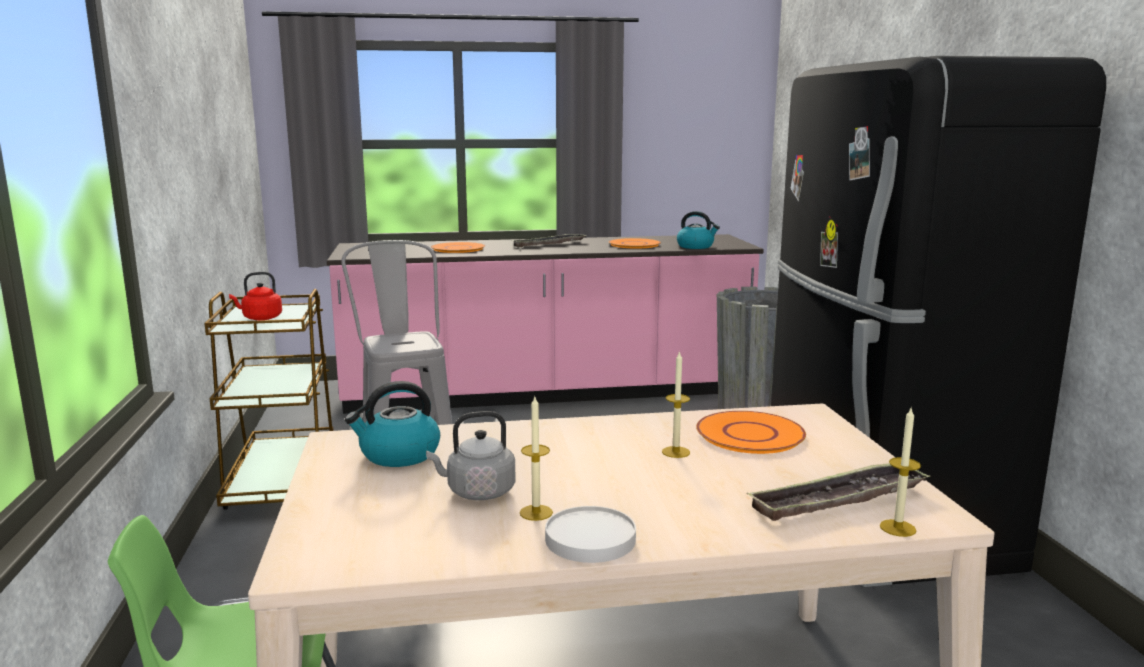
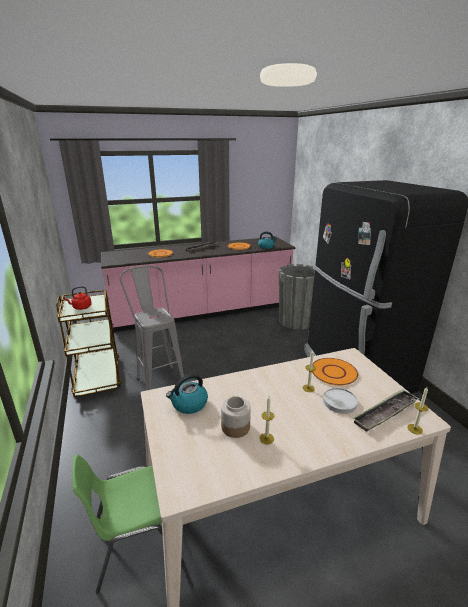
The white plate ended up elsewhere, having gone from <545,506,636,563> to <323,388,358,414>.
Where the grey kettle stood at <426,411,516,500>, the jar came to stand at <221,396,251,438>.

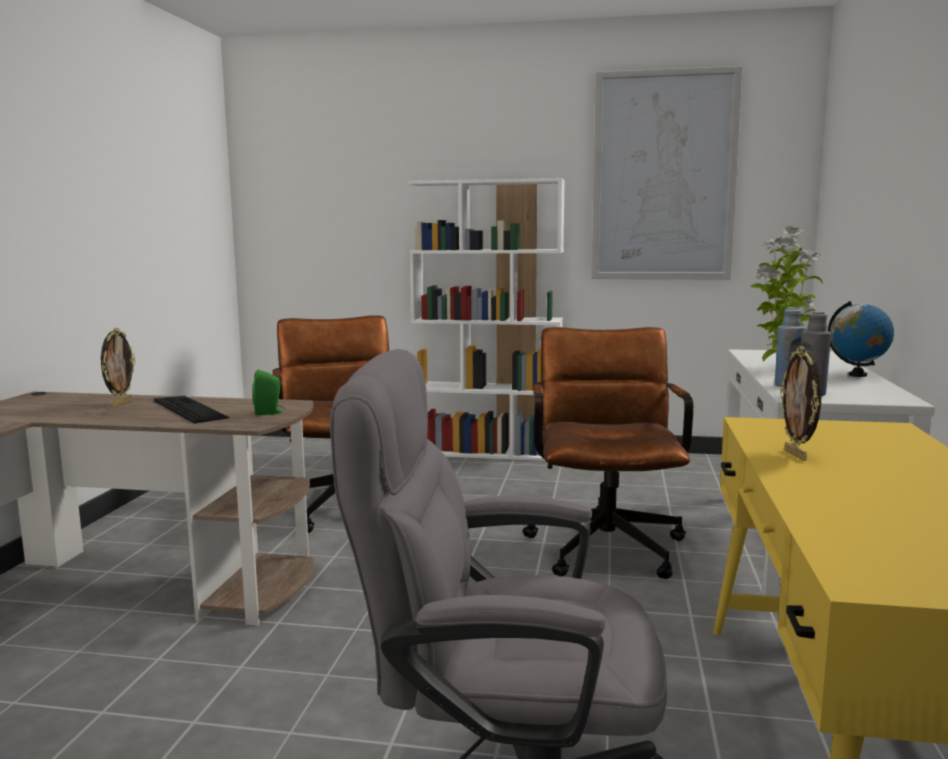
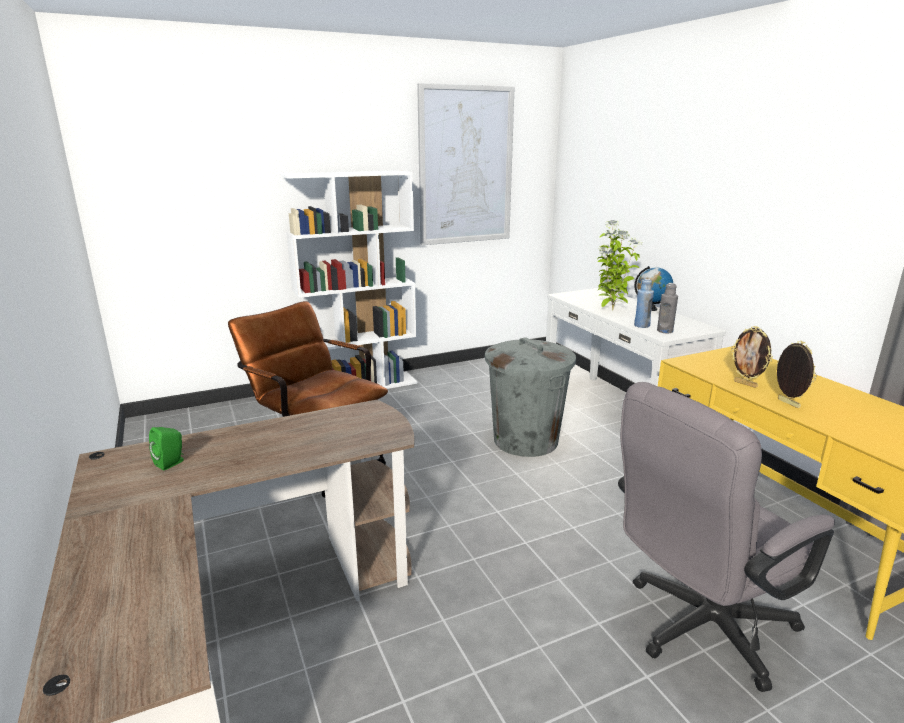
The second view lost the keyboard at <154,396,229,424>.
The picture frame ended up elsewhere, having gone from <101,328,136,407> to <777,341,817,408>.
The green speaker ended up elsewhere, having gone from <252,370,284,415> to <149,427,184,470>.
Where the brown office chair stood at <522,327,693,579>, the grey trash can came to stand at <485,337,576,457>.

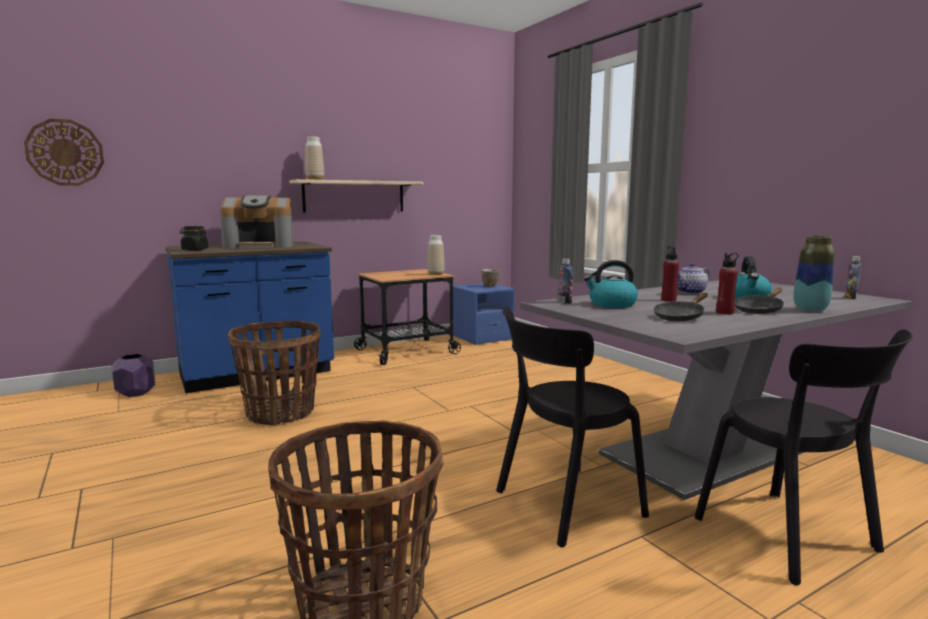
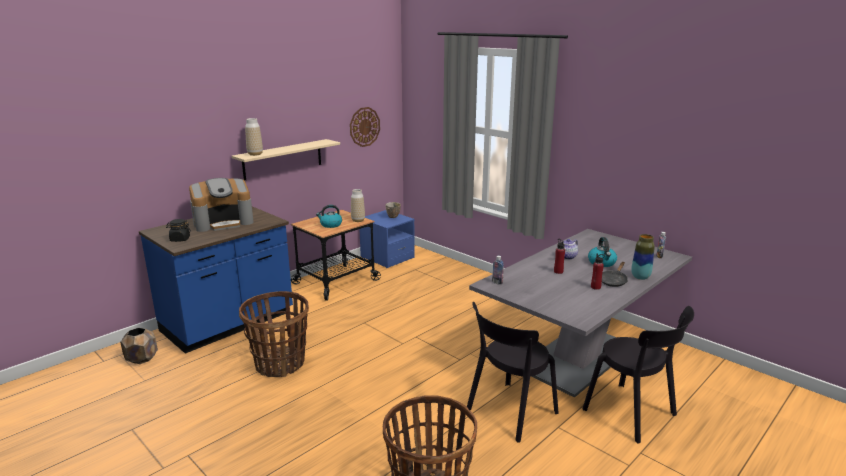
The second view lost the black frying pan at <654,293,708,321>.
The wall clock ended up elsewhere, having gone from <24,119,104,186> to <350,107,380,147>.
The kettle ended up elsewhere, having gone from <584,260,638,308> to <316,205,342,228>.
What was the purple planter at <111,354,155,397> turned into the brown planter at <120,328,158,364>.

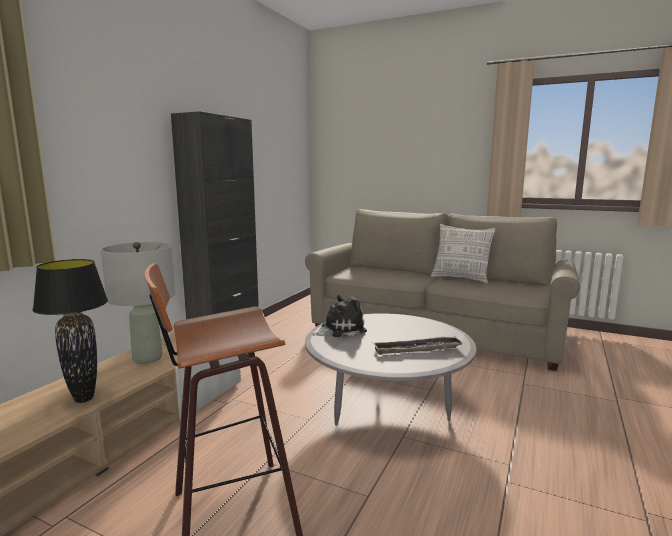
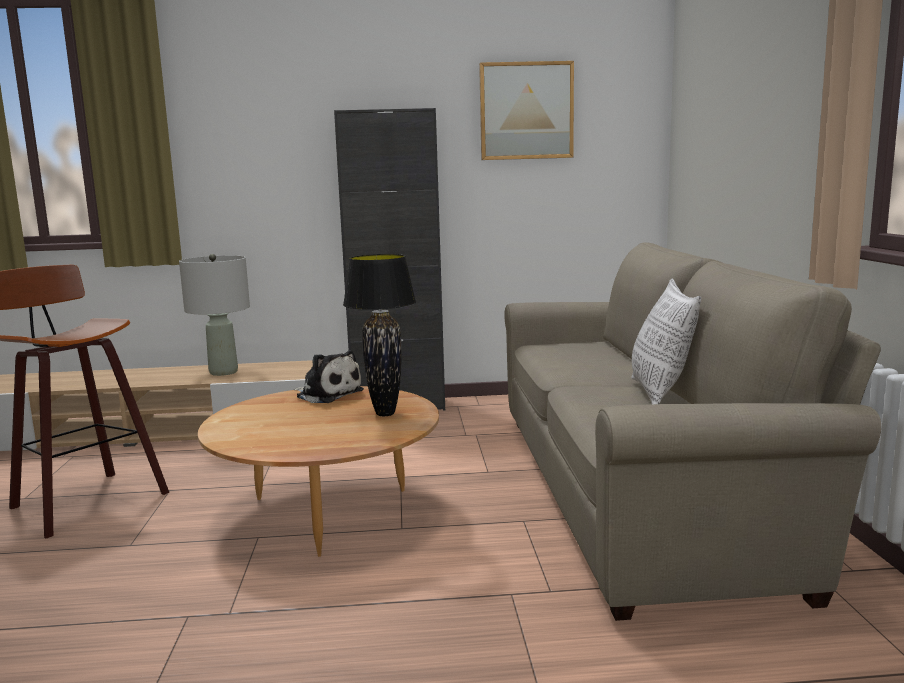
The second view lost the tray at <373,337,463,355>.
The second view gained the picture at <479,61,574,160>.
The black table lamp ended up elsewhere, having gone from <32,259,108,403> to <343,254,416,416>.
What was the grey coffee table at <305,313,476,426> turned into the brown coffee table at <198,386,439,557>.

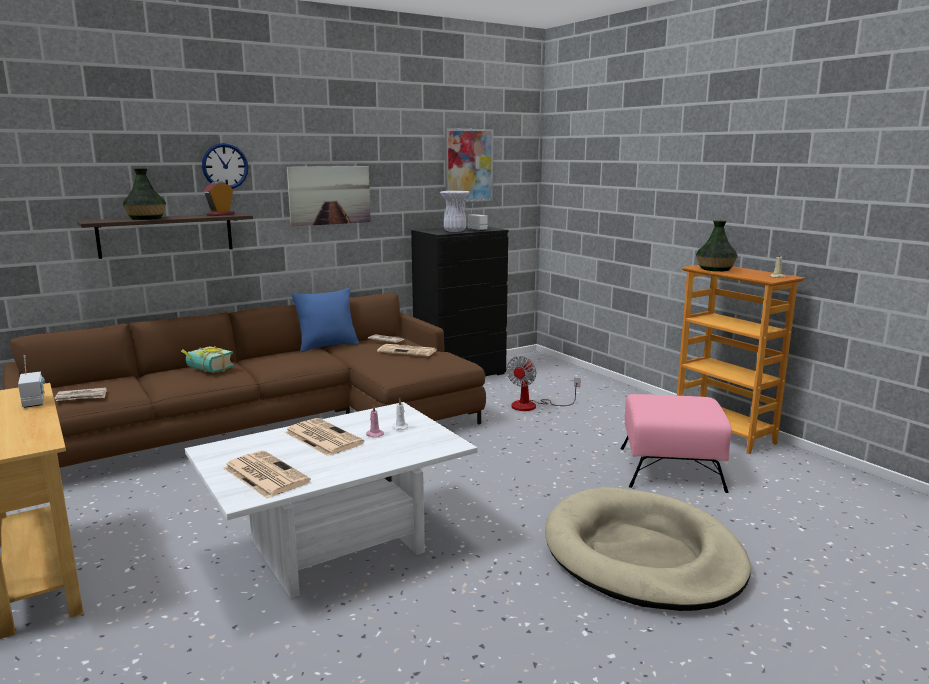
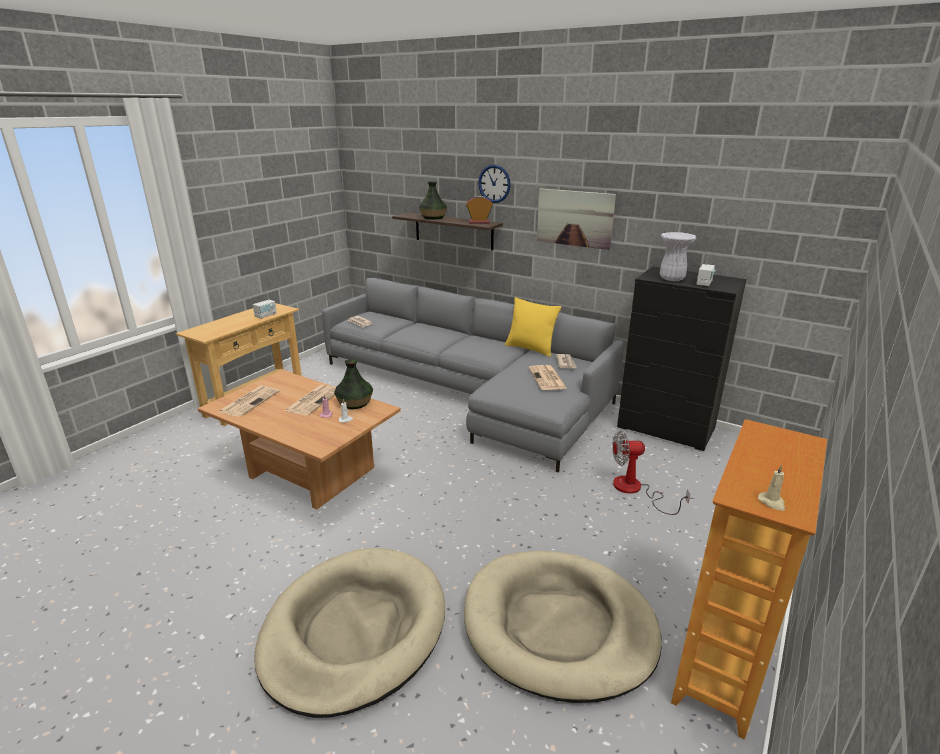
The second view lost the book at <181,346,234,373>.
The second view lost the picture at <445,128,493,202>.
The vase ended up elsewhere, having gone from <696,220,738,271> to <334,359,373,410>.
Where the pink ottoman stood at <621,394,732,493>, the beige dog bed came to stand at <464,551,662,703>.
What was the brown sofa at <2,293,486,468> turned into the grey sofa at <322,278,624,472>.
What was the white coffee table at <185,402,478,598> turned into the brown coffee table at <198,370,401,509>.
What was the blue pillow at <292,288,359,352> turned into the yellow pillow at <505,297,561,357>.

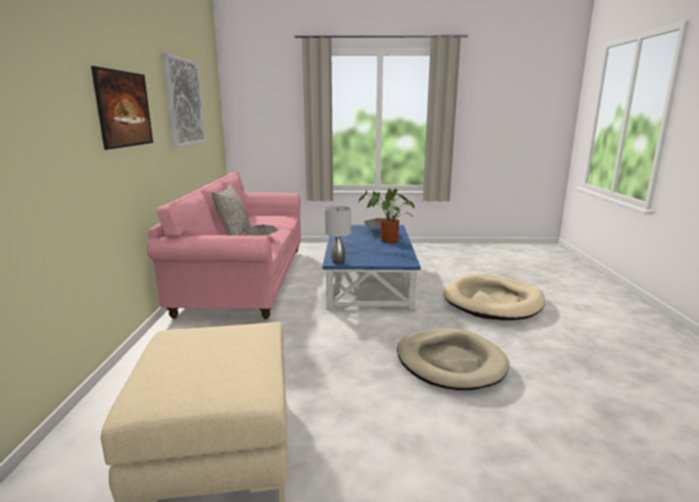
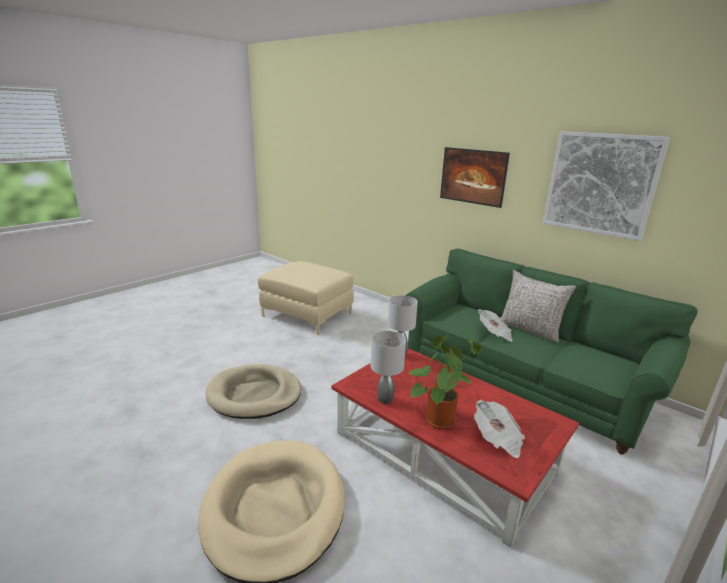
The second view gained the grey table lamp at <370,331,406,404>.
What was the pink sofa at <147,171,301,320> turned into the green sofa at <406,249,698,454>.
What was the blue coffee table at <322,225,421,311> turned into the red coffee table at <331,348,579,548>.

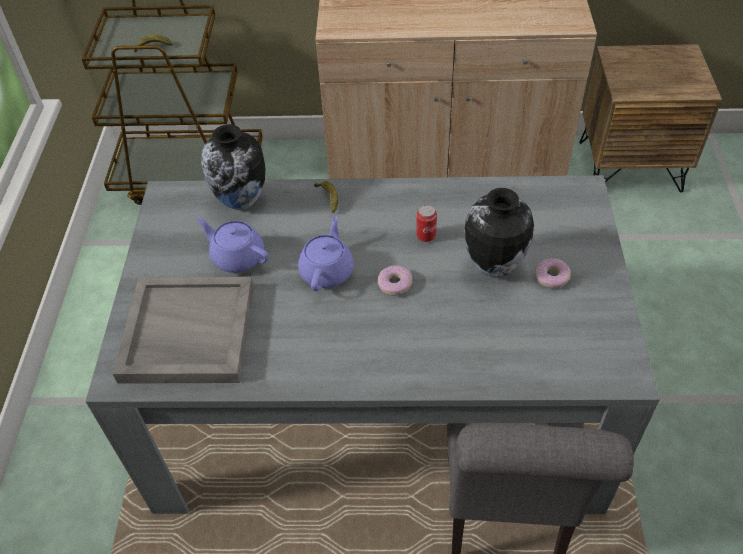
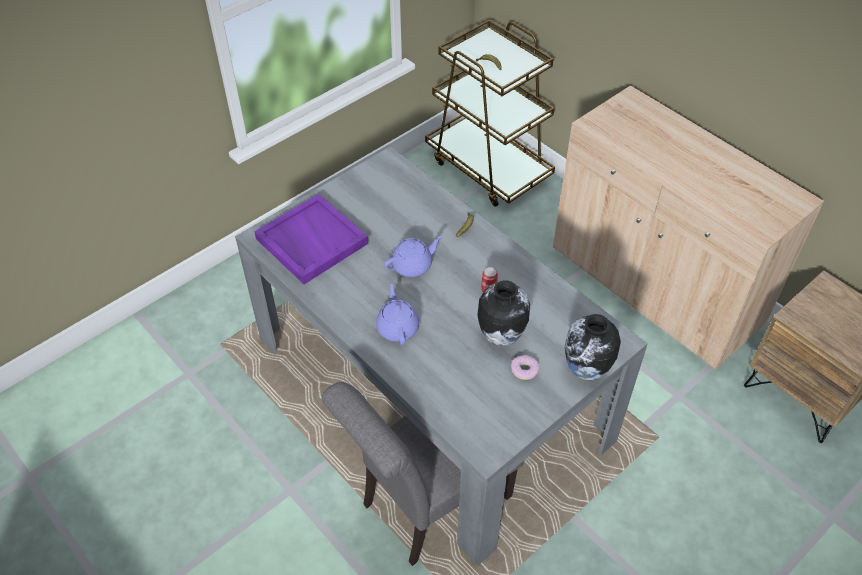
The second view lost the donut at <377,265,413,296>.
The purple teapot ended up elsewhere, having gone from <196,217,269,273> to <376,284,419,345>.
The vase ended up elsewhere, having gone from <201,124,265,210> to <565,314,621,380>.
What was the grey tray at <113,277,254,384> turned into the purple tray at <254,194,369,284>.

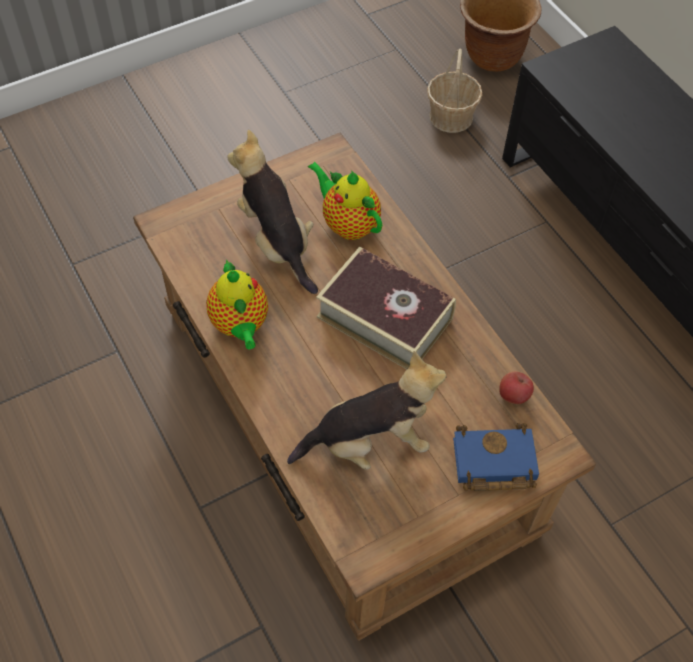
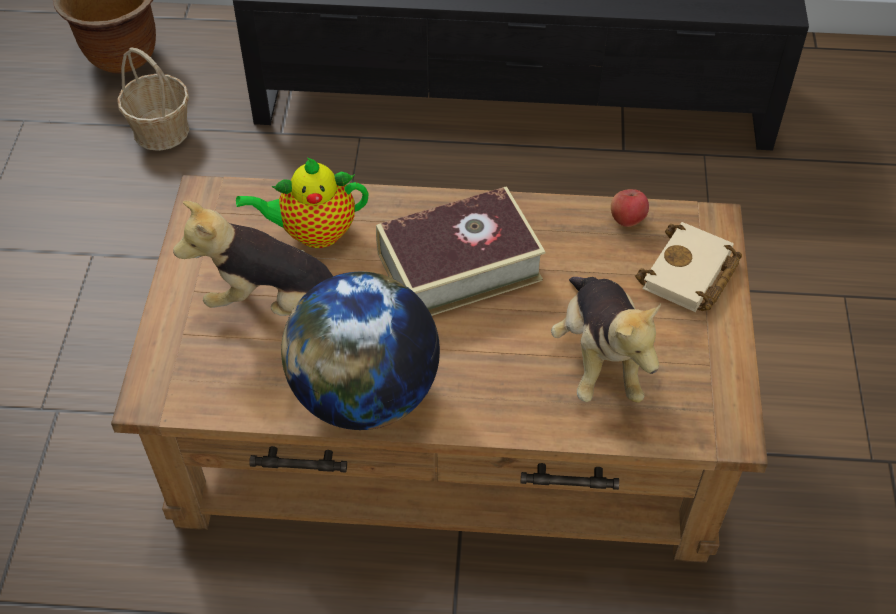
Where the teapot stood at <206,259,268,350>, the globe came to stand at <281,272,440,430>.
What was the blue book at <453,423,539,491> turned into the beige book at <635,222,742,312>.
The plush toy at <287,351,446,470> ended up facing another way, 150 degrees clockwise from before.

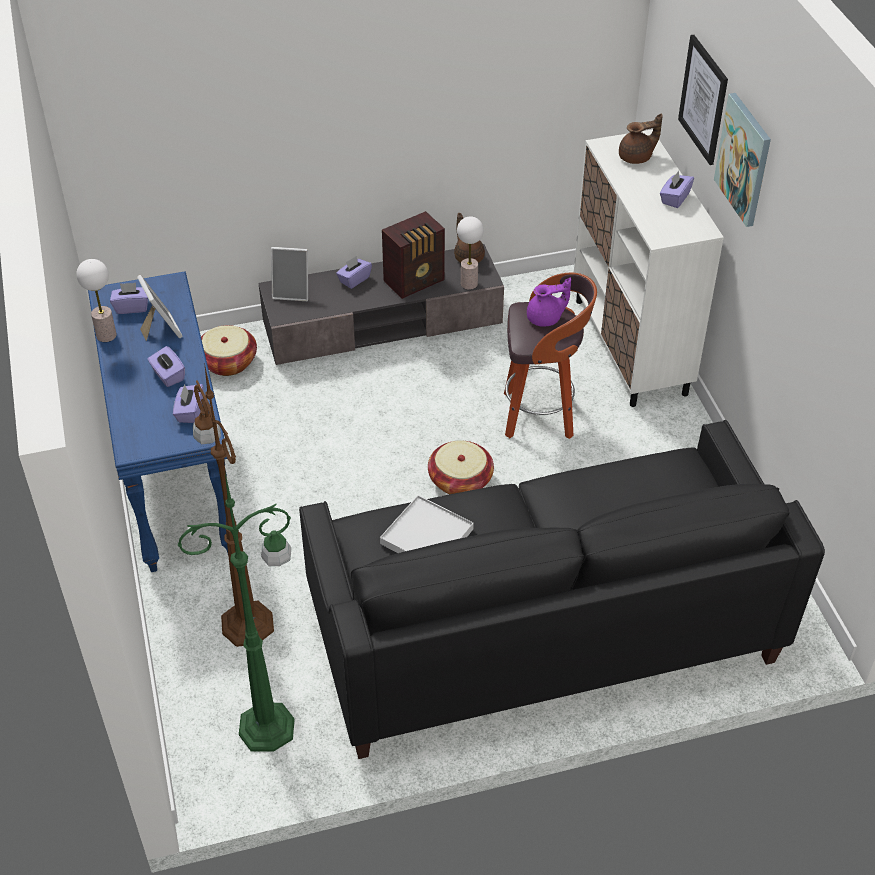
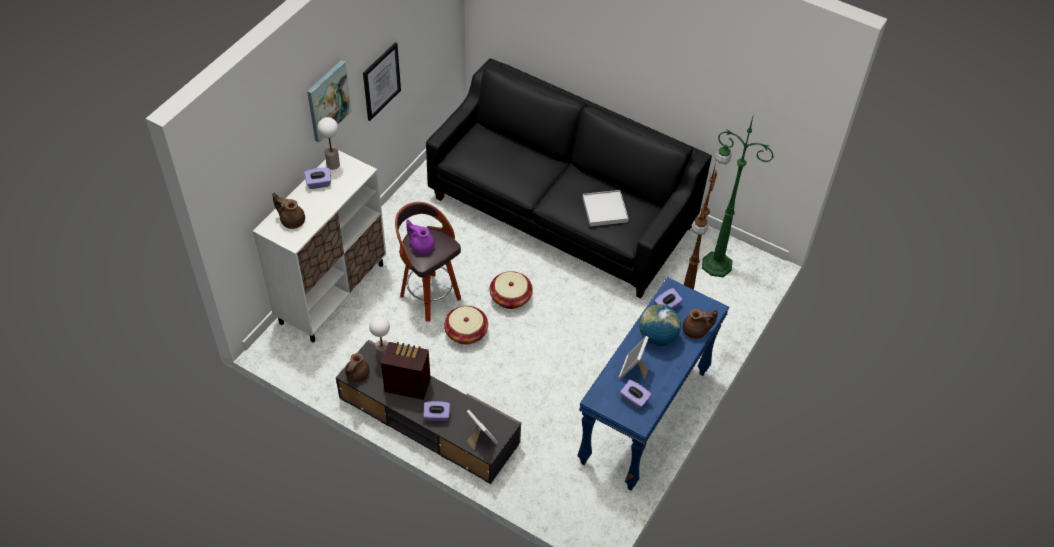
The second view gained the brown teapot at <682,309,718,339>.
The table lamp ended up elsewhere, having gone from <76,259,117,342> to <317,117,340,170>.
The basket ended up elsewhere, having gone from <201,325,257,376> to <444,306,488,344>.
The picture ended up elsewhere, having gone from <678,35,728,165> to <363,42,401,121>.
Where the purple tissue box stood at <148,346,185,387>, the globe came to stand at <639,304,681,346>.

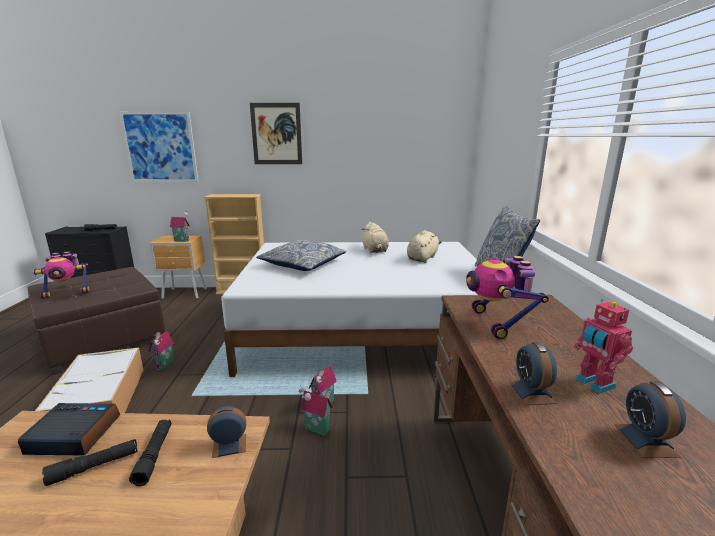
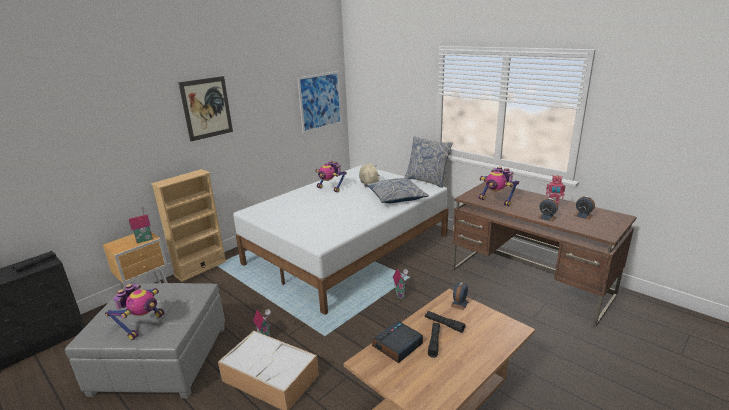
The second view lost the toy house at <298,385,333,436>.
The picture ended up elsewhere, having gone from <119,112,198,182> to <297,71,342,133>.
The pillow ended up elsewhere, having gone from <256,240,347,271> to <367,178,429,203>.
Where the beige plush toy stood at <362,222,389,253>, the toy robot came to stand at <315,161,347,193>.
What was the brown ottoman at <28,267,165,375> turned into the grey ottoman at <65,283,225,399>.

